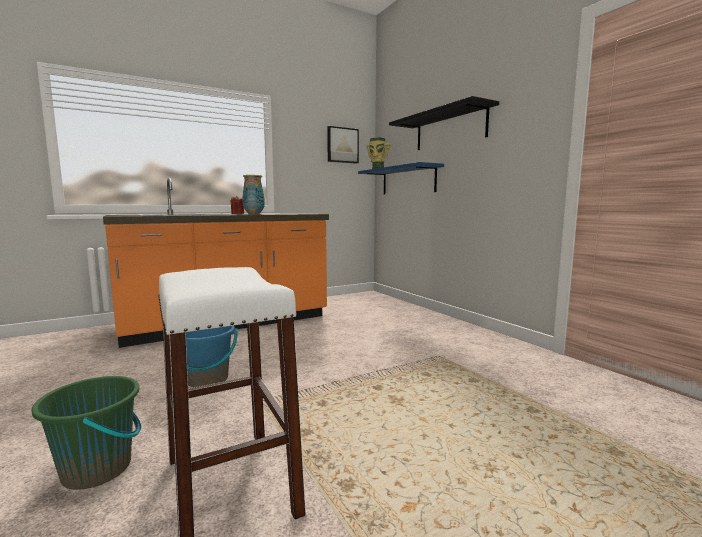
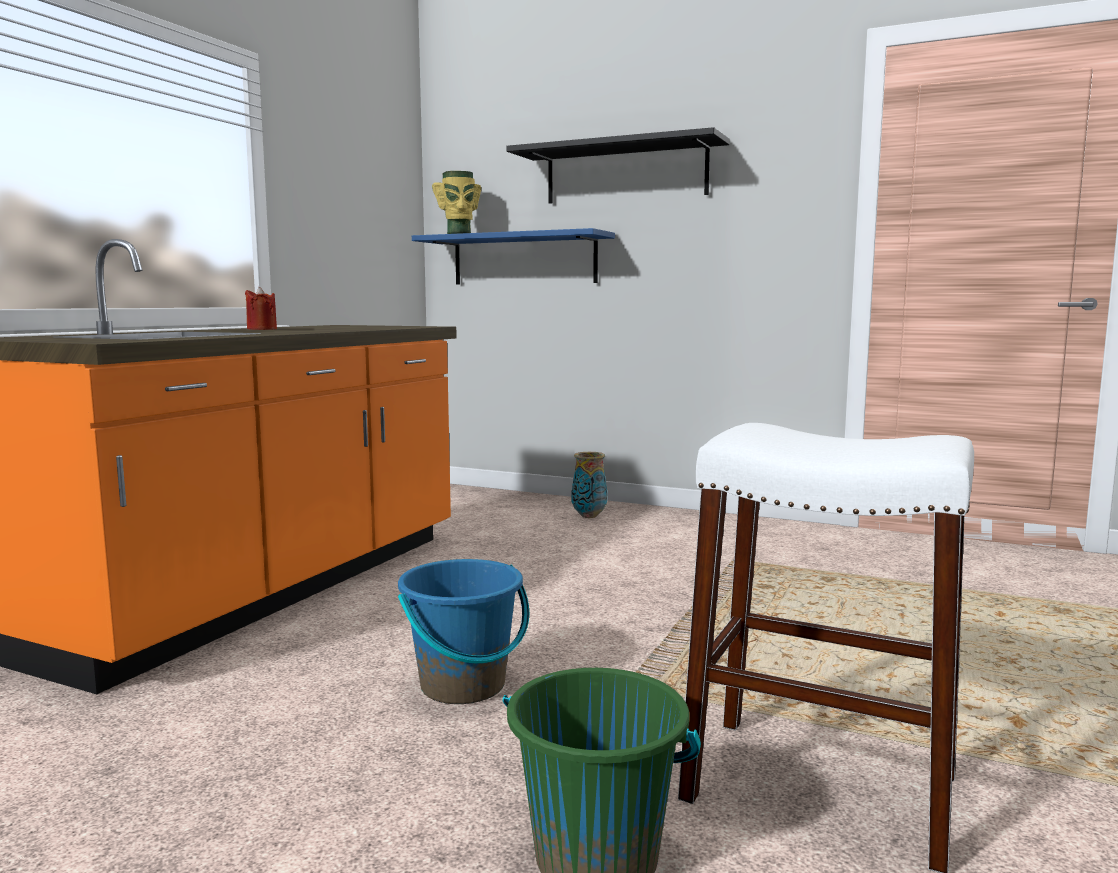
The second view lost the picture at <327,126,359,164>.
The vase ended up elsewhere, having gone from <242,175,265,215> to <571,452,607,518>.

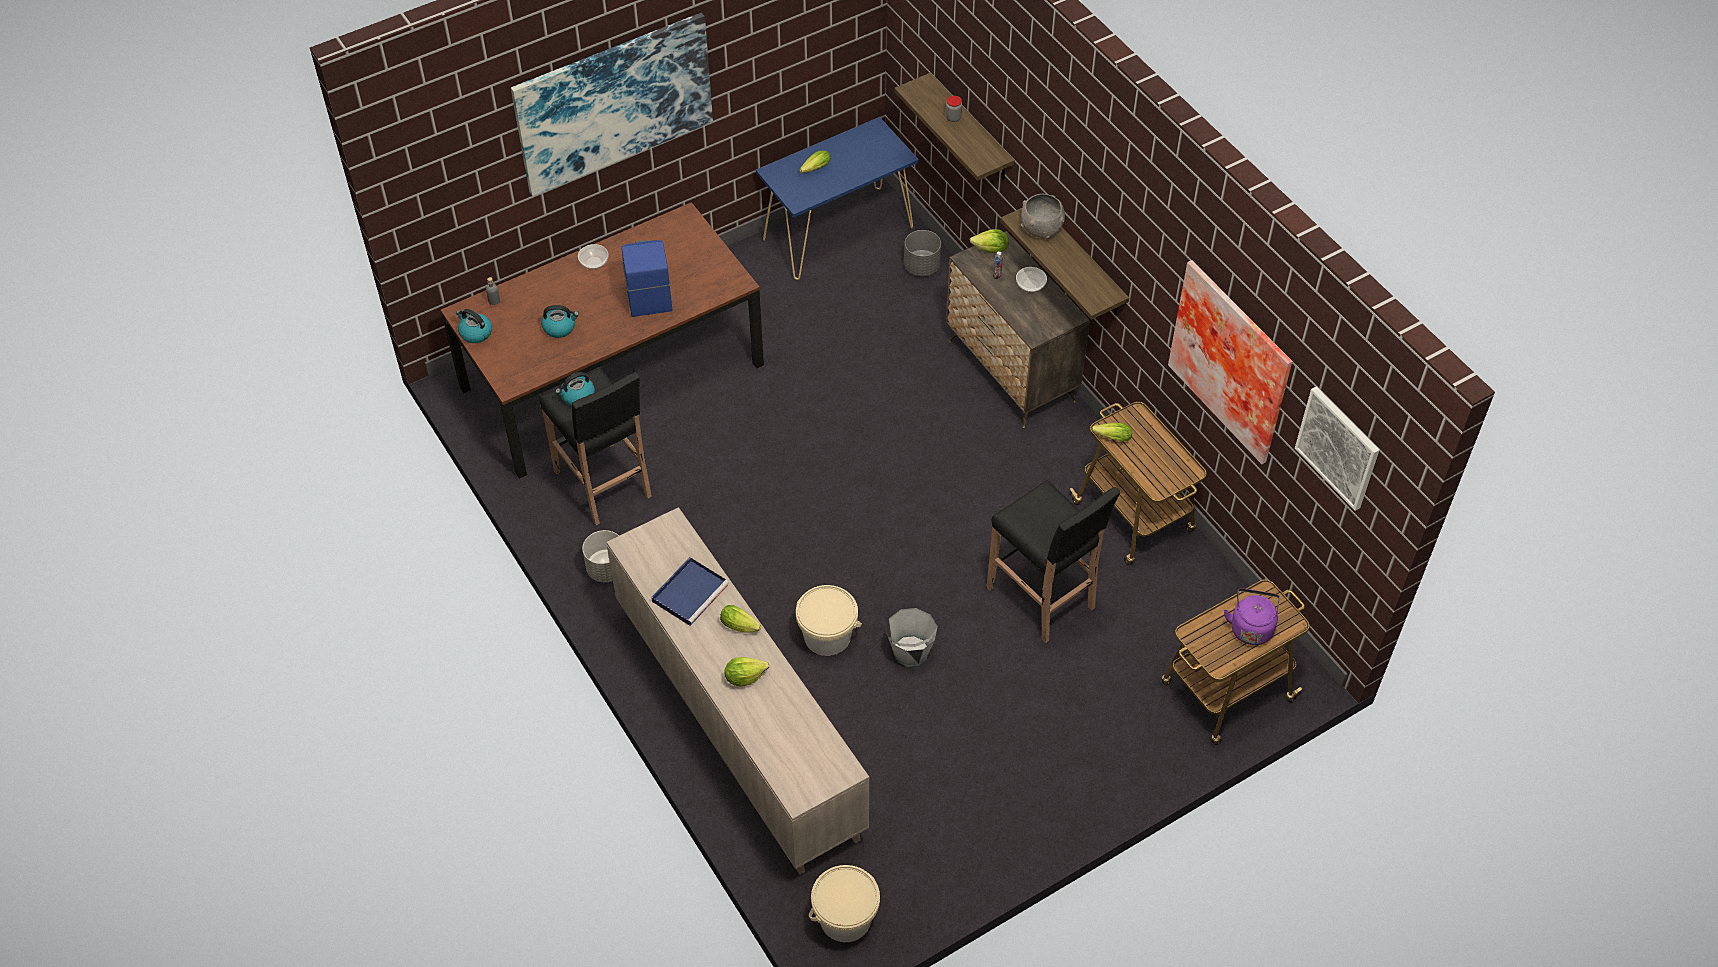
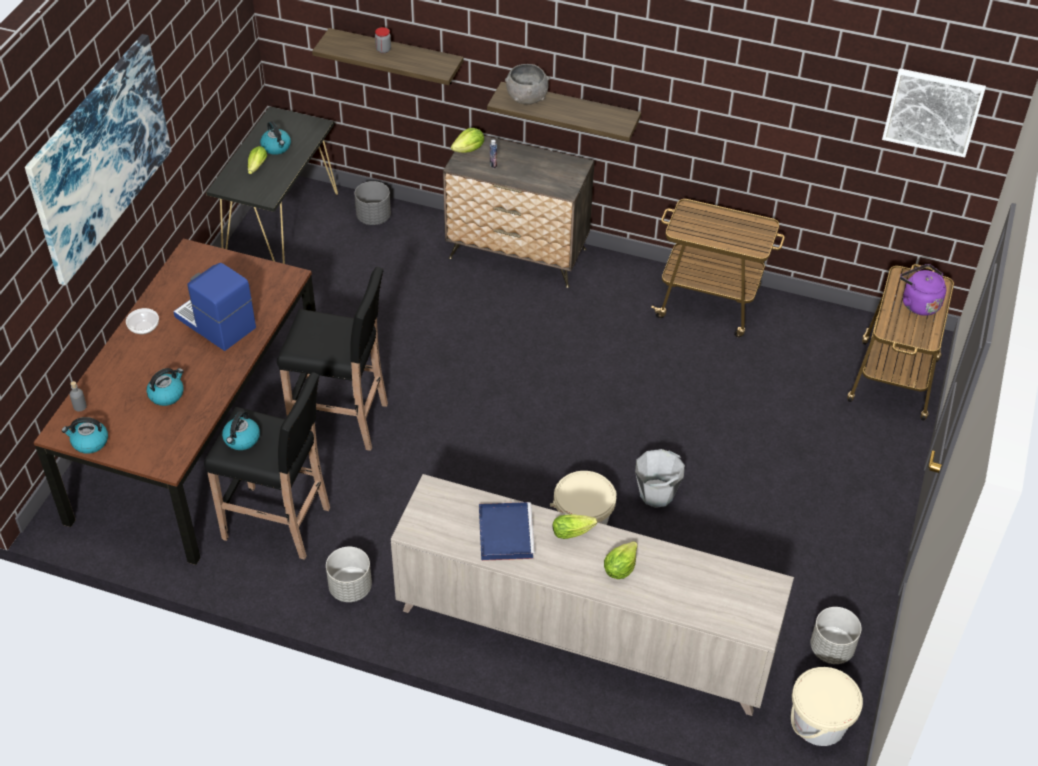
The second view lost the bowl at <1016,267,1047,292>.
The second view lost the lettuce at <1092,423,1132,441>.
The second view lost the picture at <1168,260,1292,464>.
The second view gained the kettle at <260,121,291,155>.
The second view gained the grey planter at <810,607,861,664>.
The black stool ended up elsewhere, having gone from <987,480,1120,643> to <277,267,388,451>.
What was the blue console table at <756,117,919,280> turned into the black console table at <206,106,338,264>.

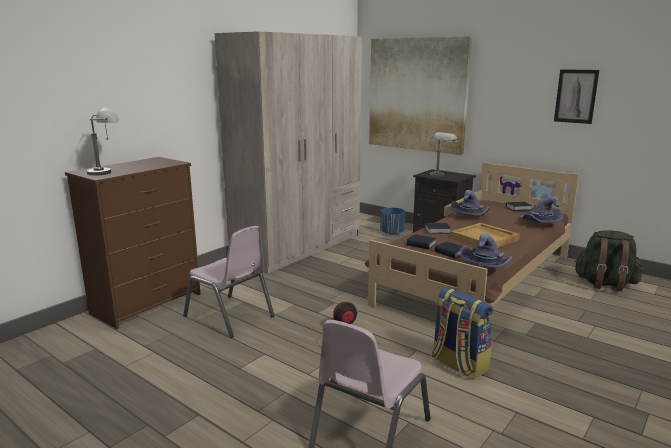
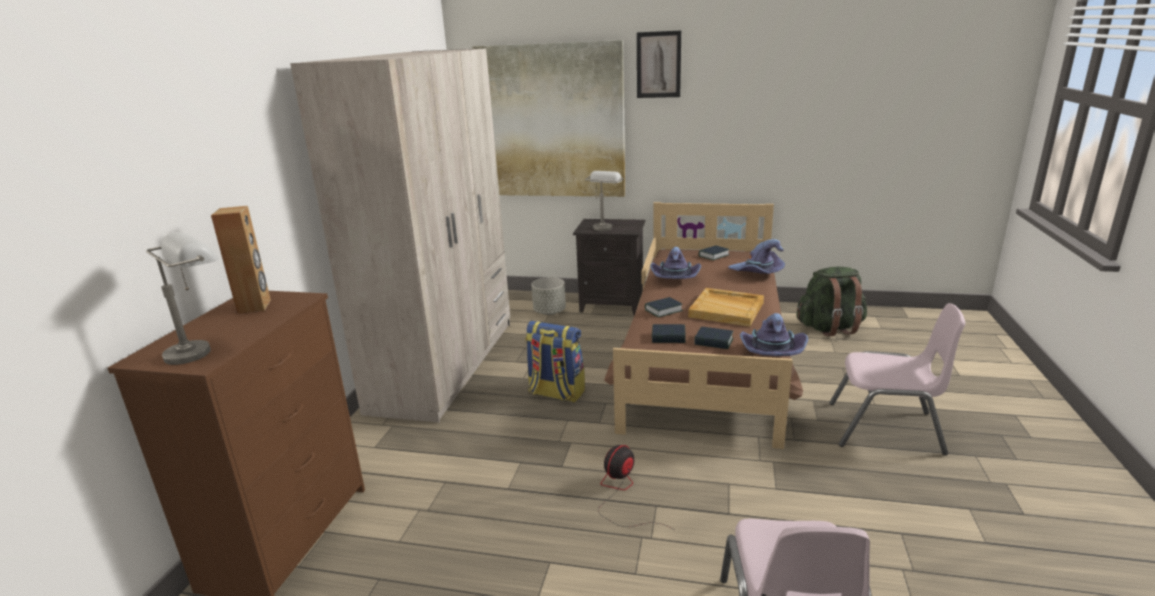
The second view gained the brown speaker at <211,206,271,314>.
The pink chair ended up elsewhere, having gone from <183,226,275,338> to <829,303,965,455>.
The backpack ended up elsewhere, having gone from <432,287,493,380> to <525,321,585,403>.
The picture ended up elsewhere, having gone from <554,69,599,124> to <637,31,681,98>.
What was the blue planter at <380,208,405,235> turned into the grey planter at <531,277,566,315>.

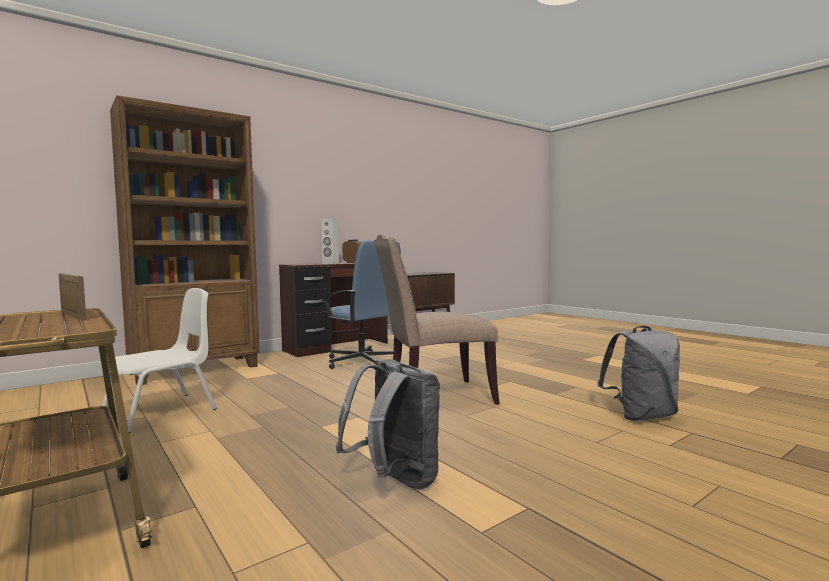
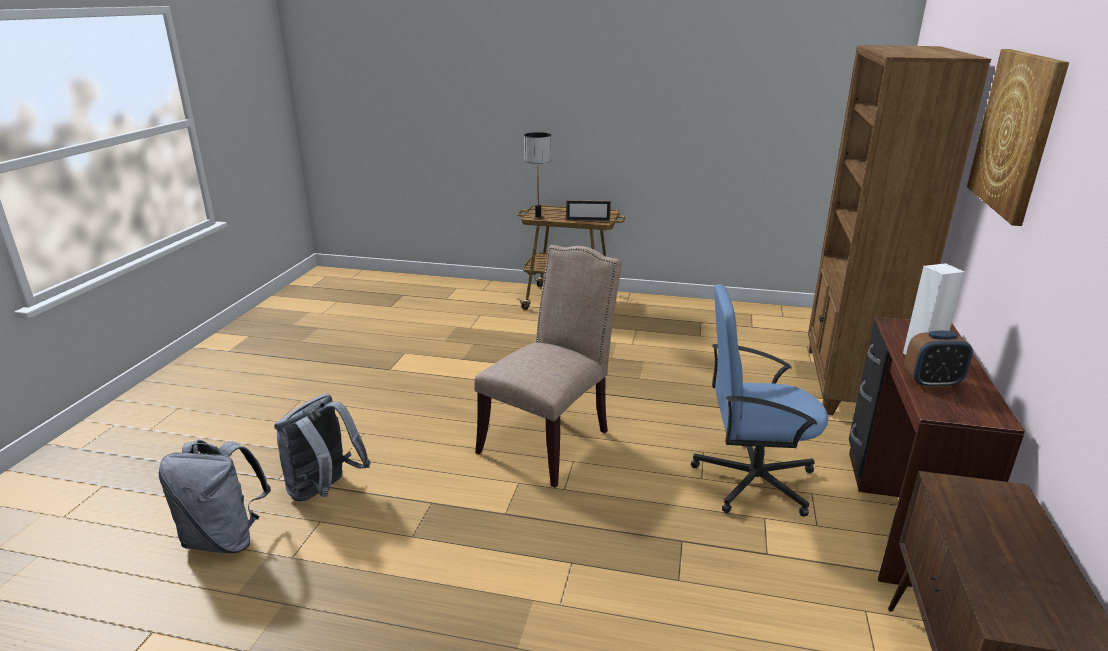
The second view lost the white chair at <102,288,217,433>.
The second view gained the table lamp at <524,132,551,220>.
The second view gained the picture at <967,49,1069,226>.
The grey backpack ended up elsewhere, having gone from <336,359,440,489> to <159,440,271,553>.

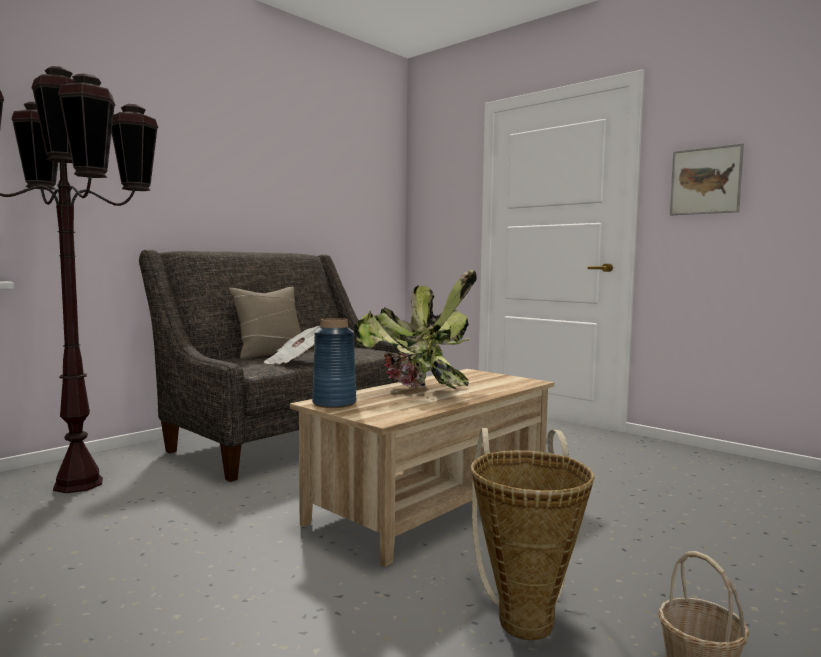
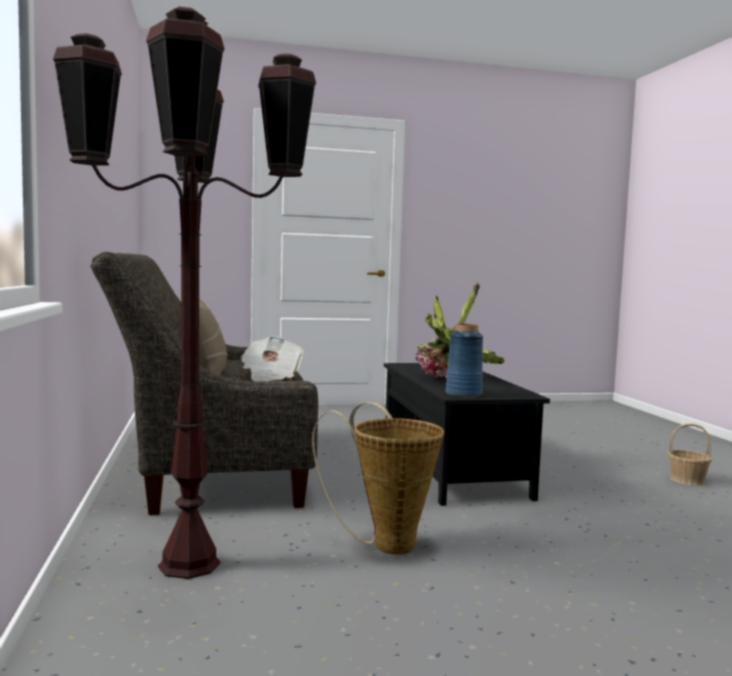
The second view lost the picture at <670,143,744,215>.
The basket ended up elsewhere, having gone from <471,428,594,640> to <312,402,444,554>.
What was the beige coffee table at <290,369,554,567> turned into the black coffee table at <384,363,550,506>.

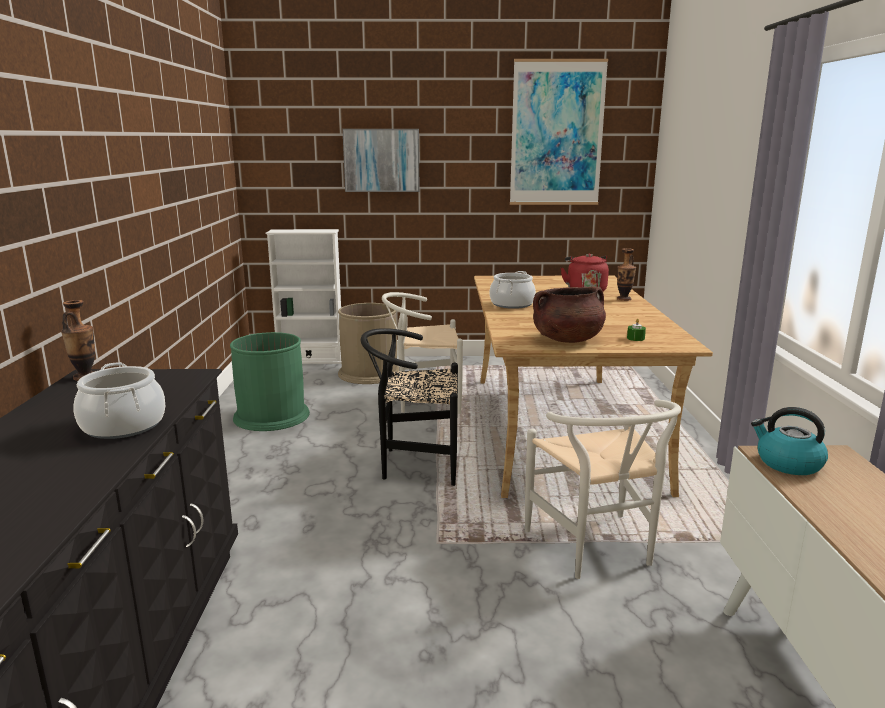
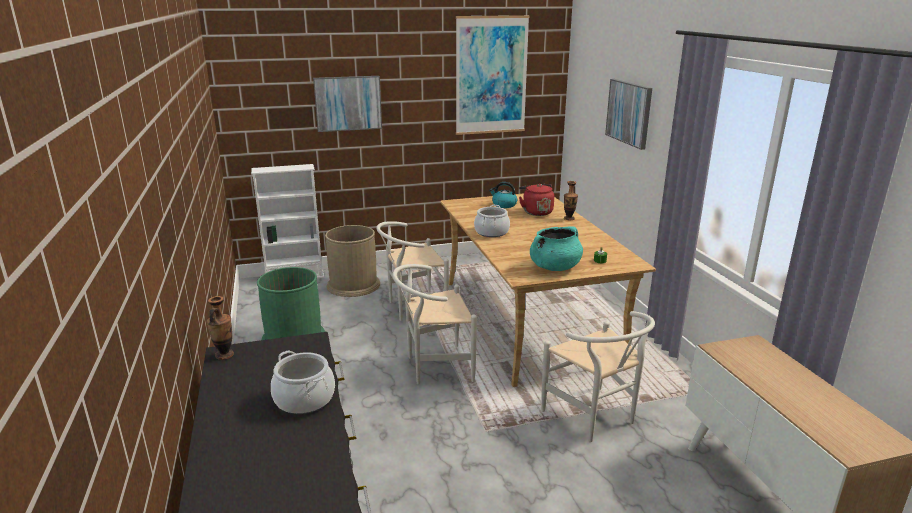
The second view gained the picture at <605,79,652,150>.
The kettle ended up elsewhere, having gone from <751,407,828,475> to <489,182,517,208>.
What was the black chair at <361,328,458,486> turned into the white chair at <392,264,477,384>.
What was the brown cooking pot at <533,286,606,343> turned into the turquoise cooking pot at <530,226,583,271>.

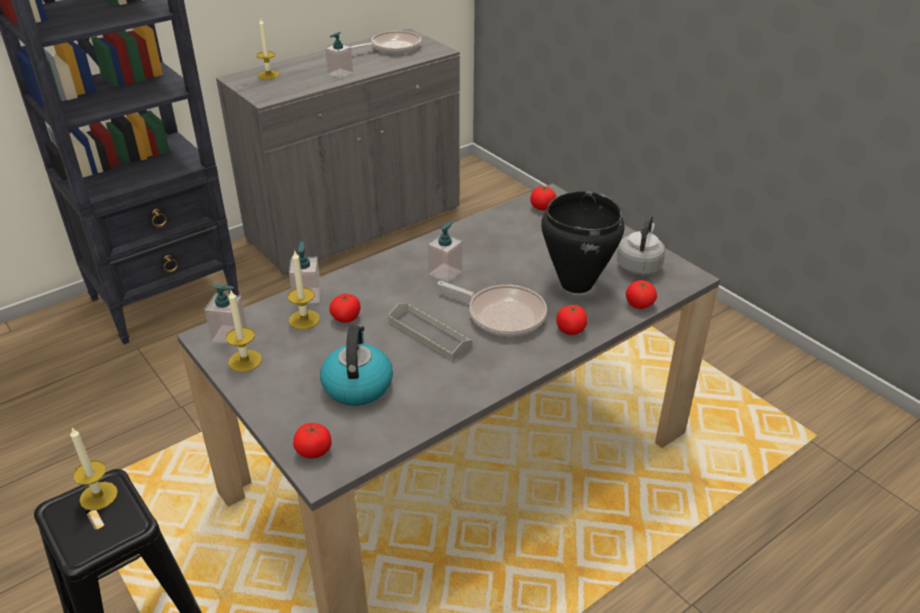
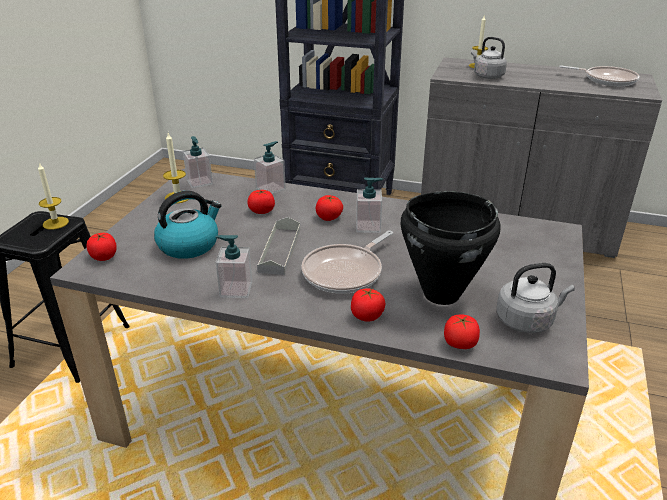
The second view lost the candle at <288,251,320,330>.
The second view gained the grey kettle at <471,37,507,79>.
The soap dispenser ended up elsewhere, having gone from <325,32,353,78> to <215,235,252,298>.
The tomato ended up elsewhere, having gone from <530,186,556,210> to <316,195,343,221>.
The frying pan at <437,281,547,336> ended up facing another way, 45 degrees clockwise from before.

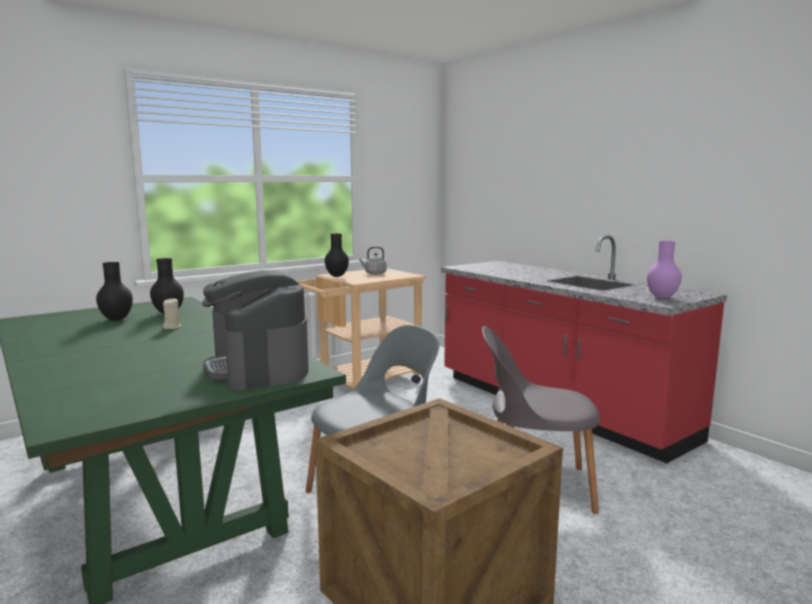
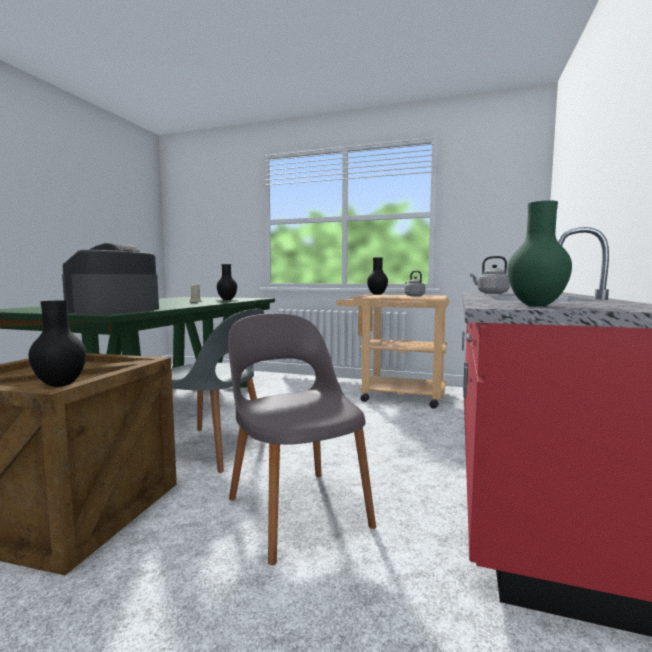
The second view gained the grey kettle at <470,256,510,294>.
The black vase ended up elsewhere, having gone from <96,262,133,321> to <29,301,86,387>.
What was the purple vase at <647,241,682,299> turned into the green vase at <507,201,572,306>.

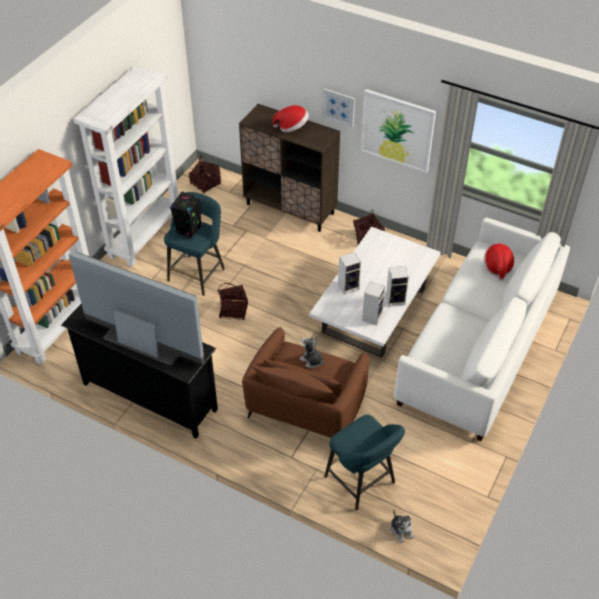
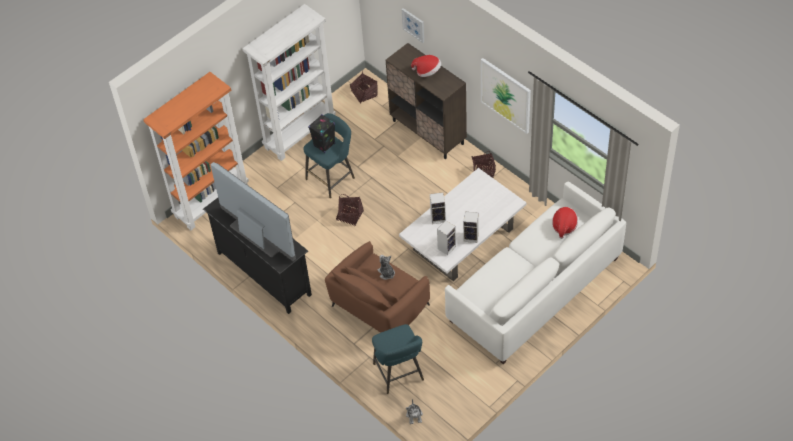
The picture ended up elsewhere, having gone from <322,88,355,128> to <401,8,424,43>.

